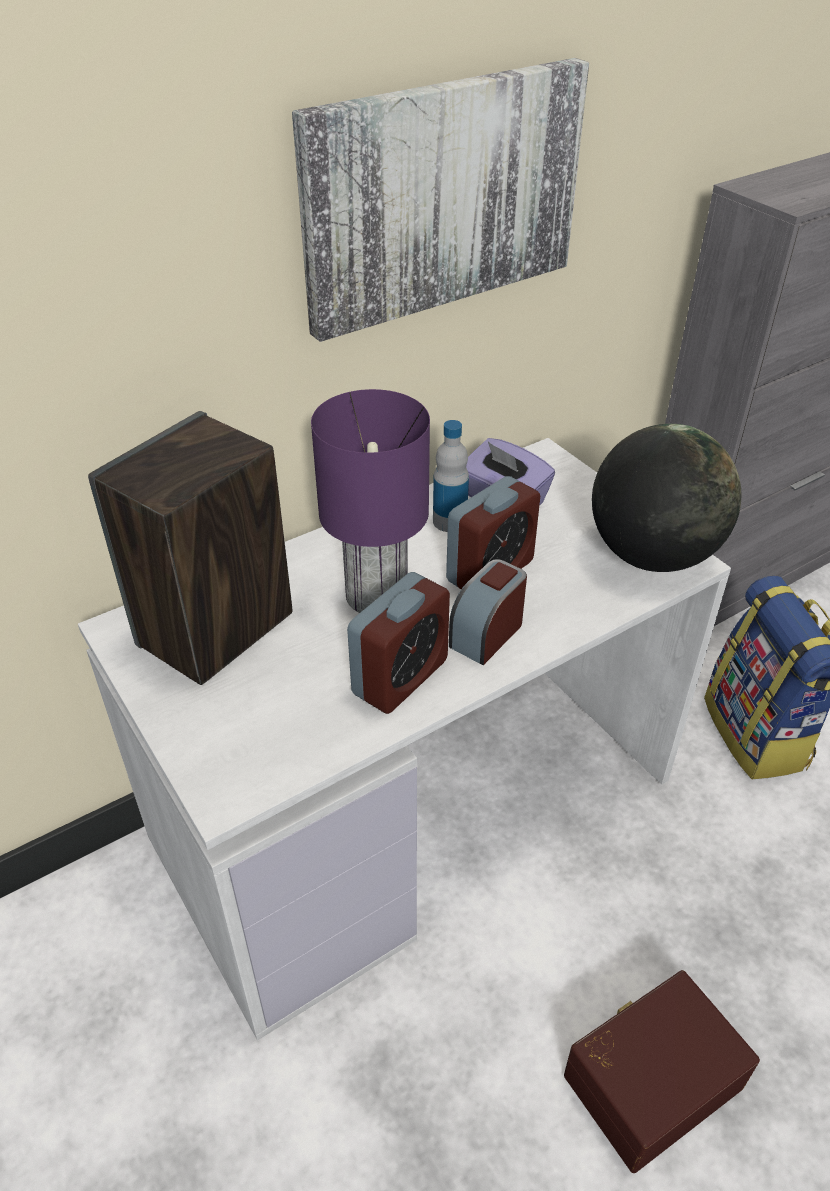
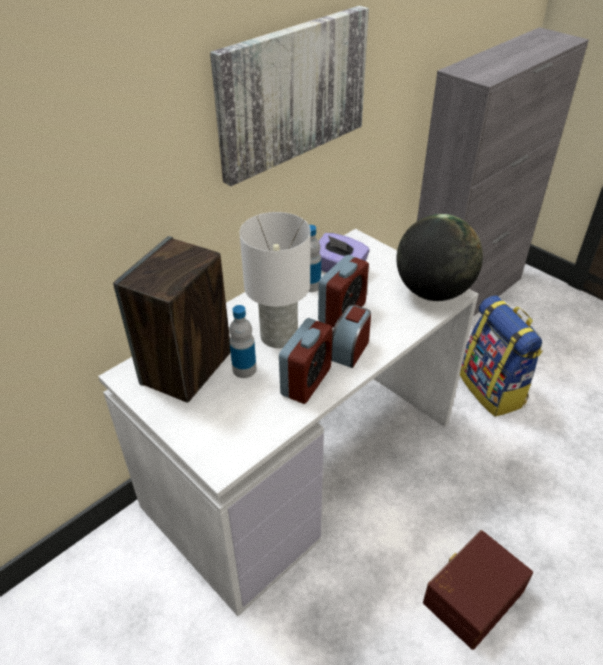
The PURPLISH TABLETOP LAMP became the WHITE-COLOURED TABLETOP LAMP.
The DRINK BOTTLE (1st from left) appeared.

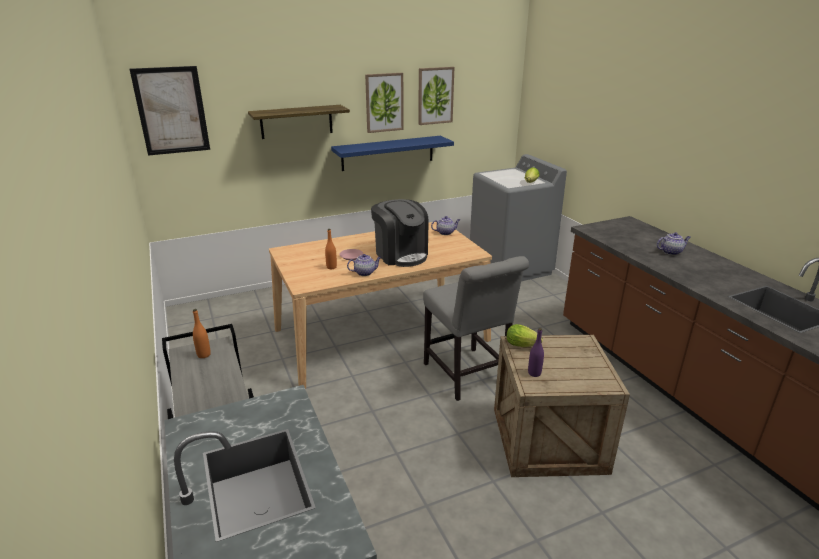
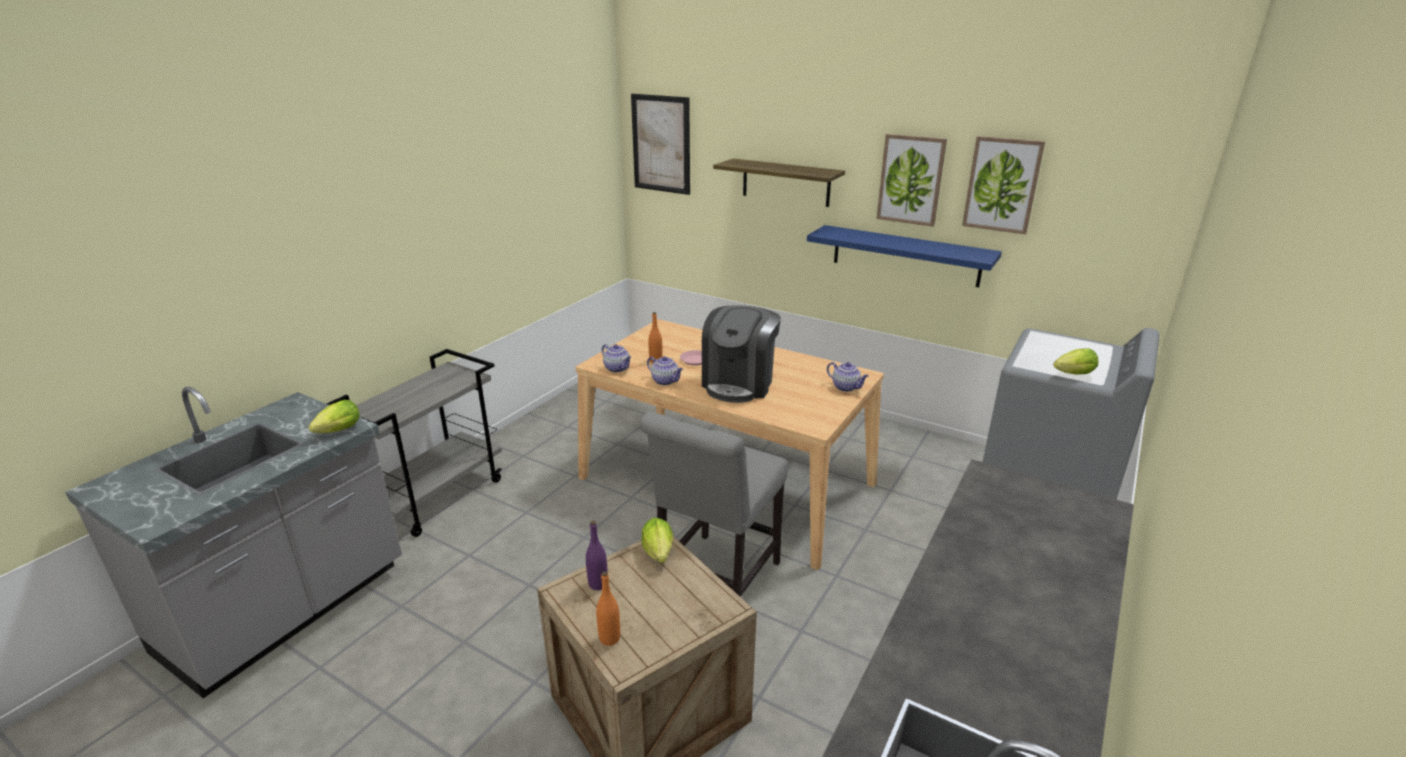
The ORANGE DRINK BOTTLE (1st from left) moved.
The TEAPOT (3rd from left in the first image) moved.
The LETTUCE (1st from left) appeared.

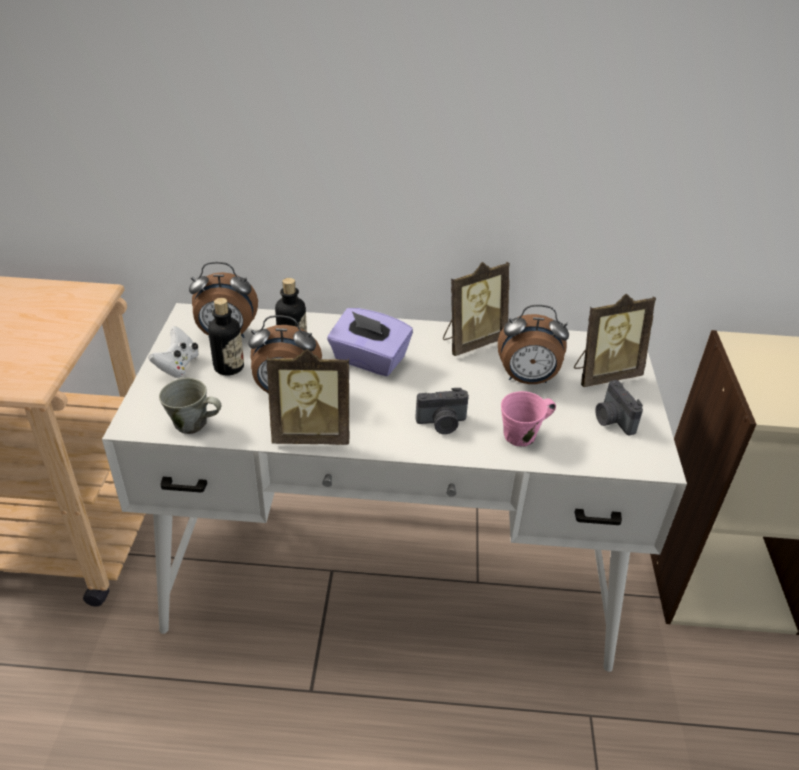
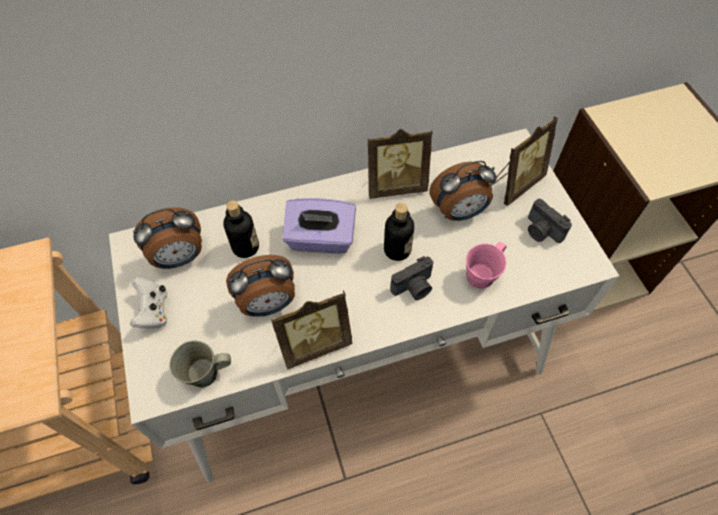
The DRINK BOTTLE (1st from left in the first image) moved.
The PHOTO FRAME (2nd from left) turned 45 degrees clockwise.

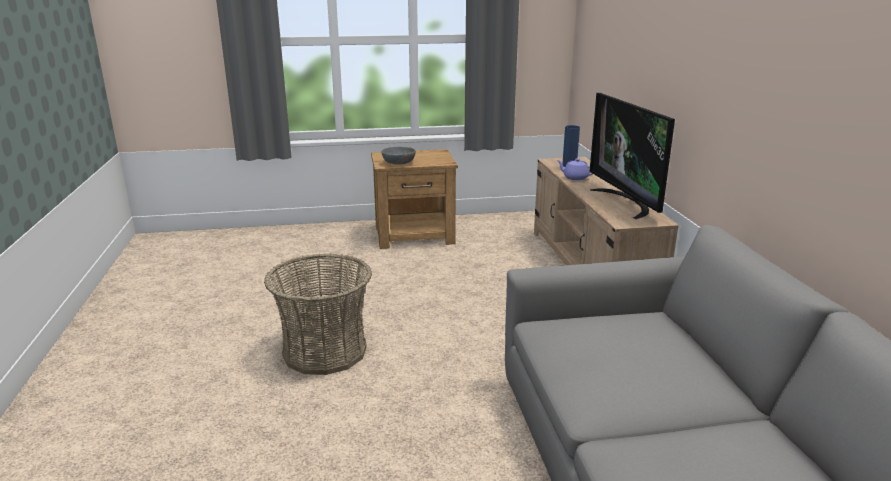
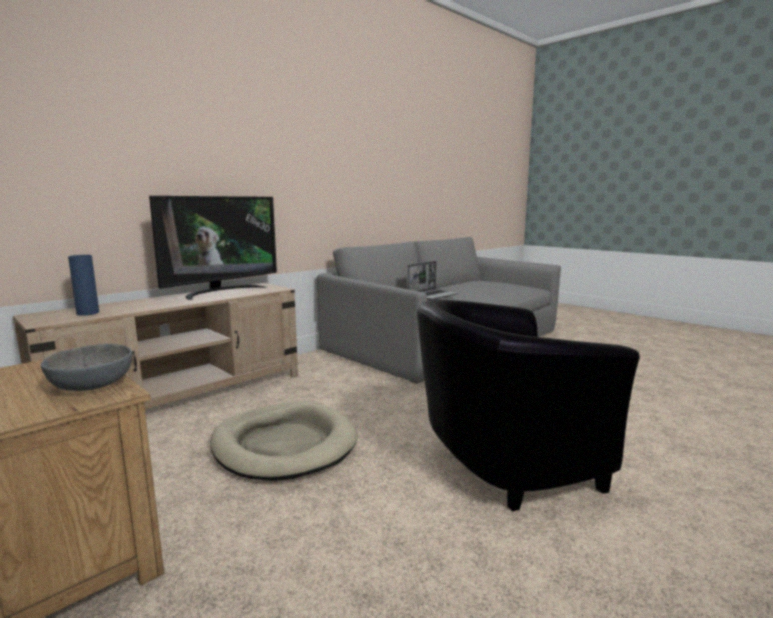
The BASKET was replaced by the BLACK ARMCHAIR.
The PURPLISH TEAPOT disappeared.
The BEIGE-COLOURED DOG CUSHION appeared.
The PORTABLE COMPUTER appeared.

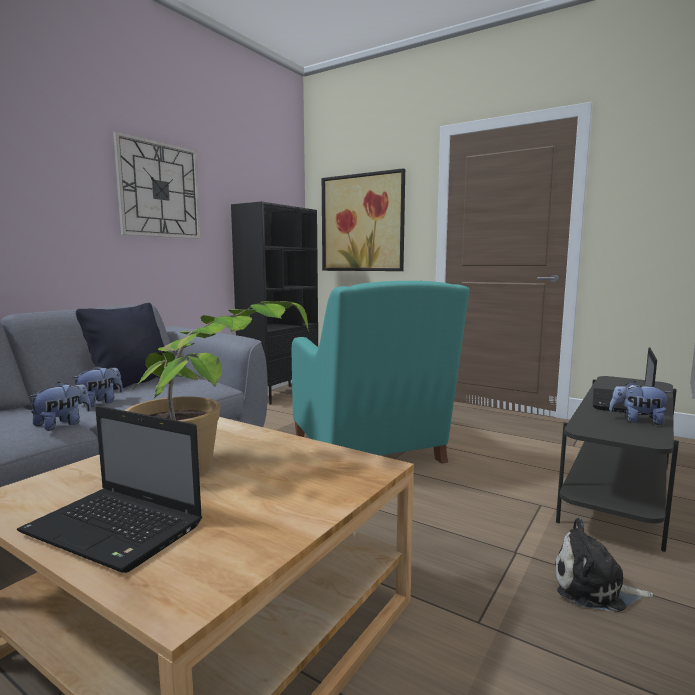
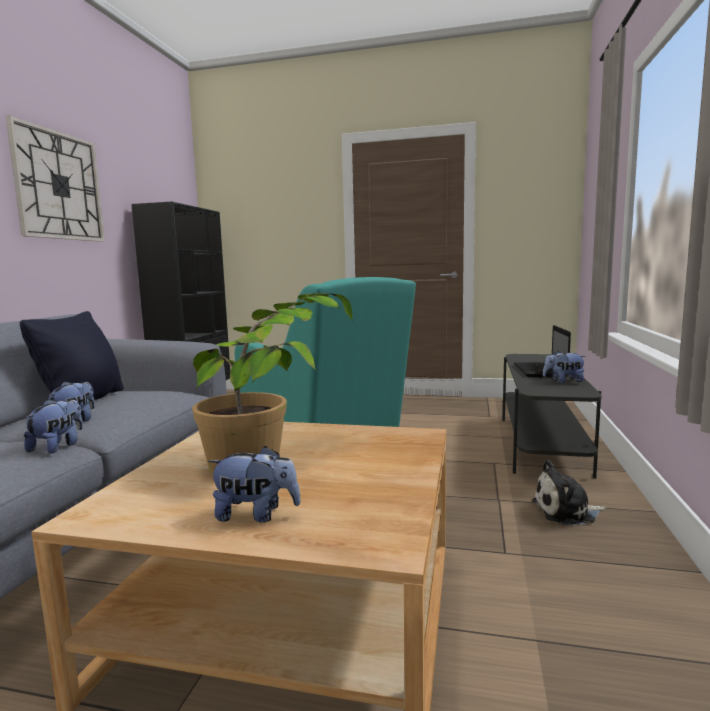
The PORTABLE COMPUTER (1st from left) was replaced by the CUDDLY TOY (3rd from left).
The WALL PICTURE disappeared.

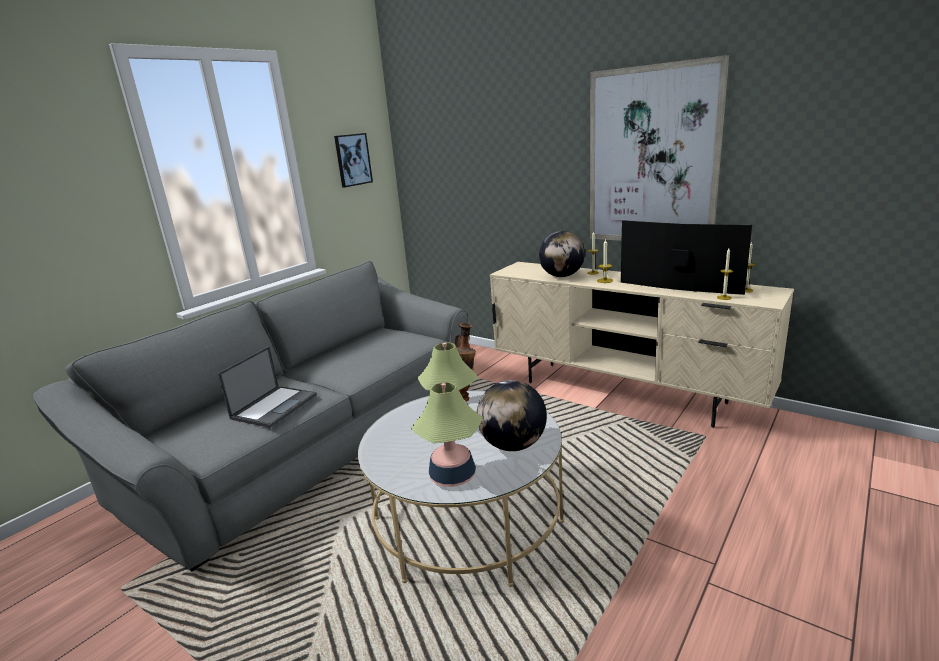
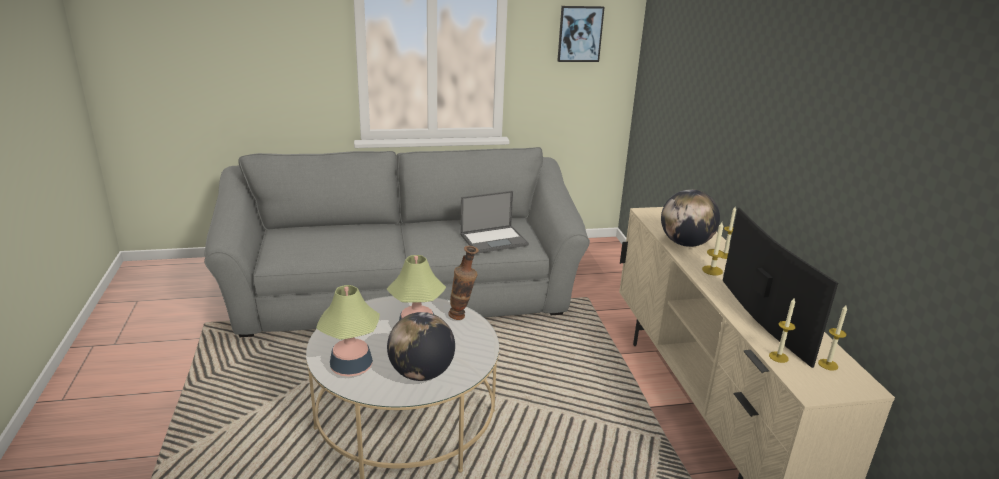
The PORTABLE COMPUTER moved.
The WALL PICTURE (2nd from left) disappeared.

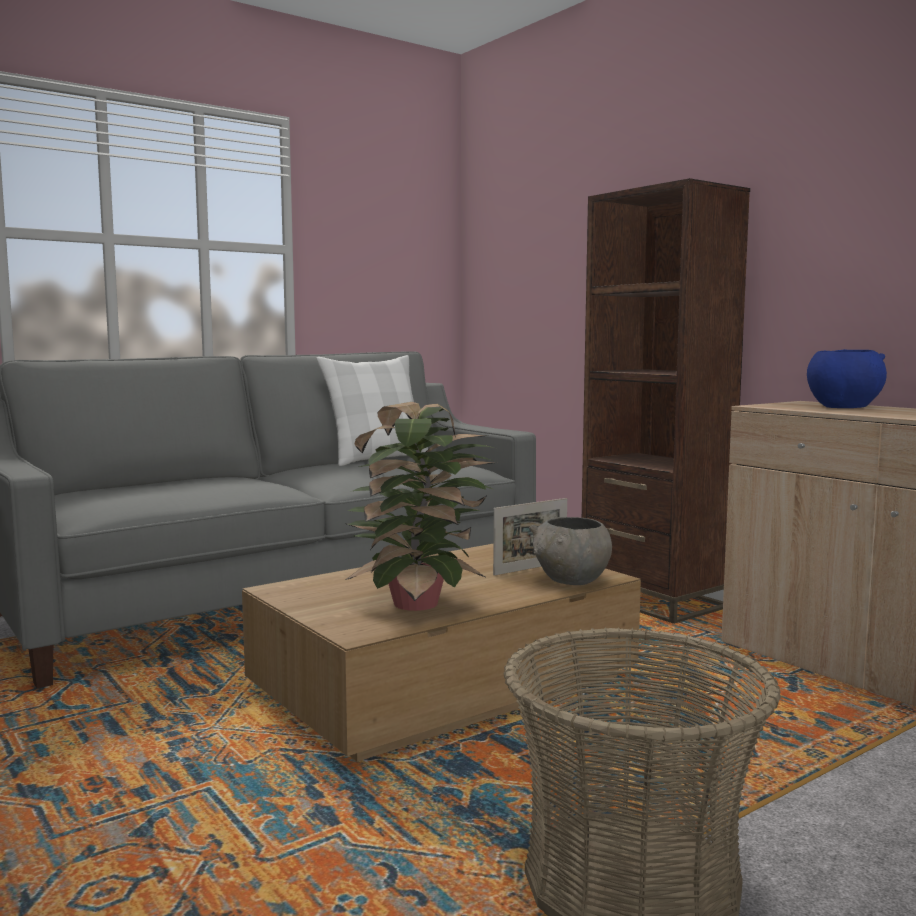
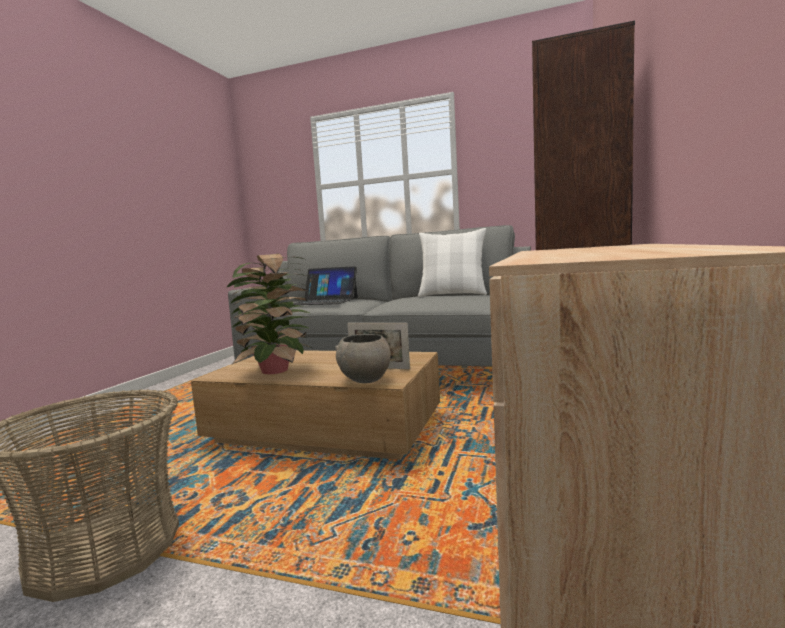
The BLUE-COLOURED SERVING BOWL disappeared.
The PORTABLE COMPUTER appeared.

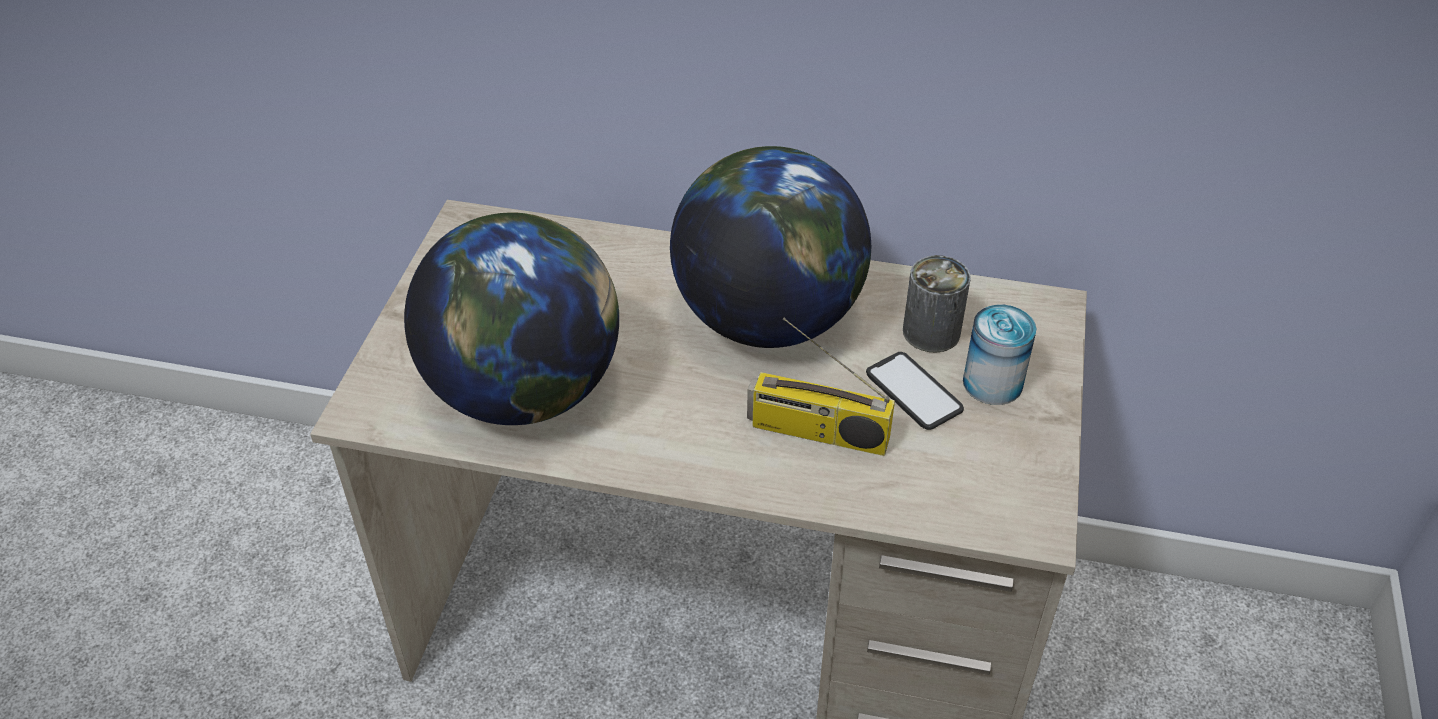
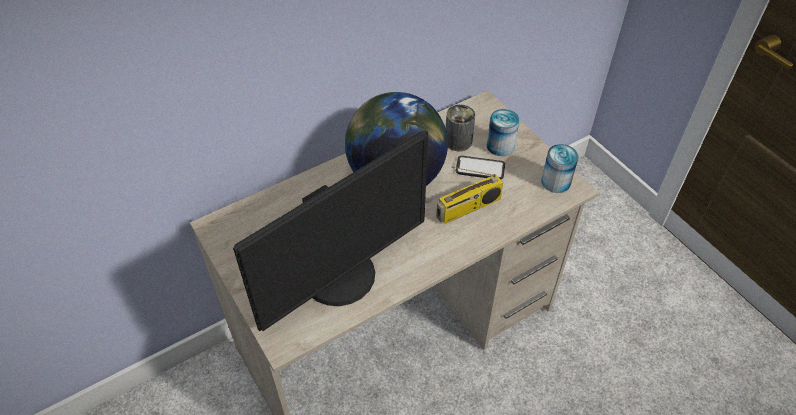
The WORLD GLOBE (1st from left) was replaced by the COMPUTER DISPLAY.
The CAN (3rd from left) appeared.

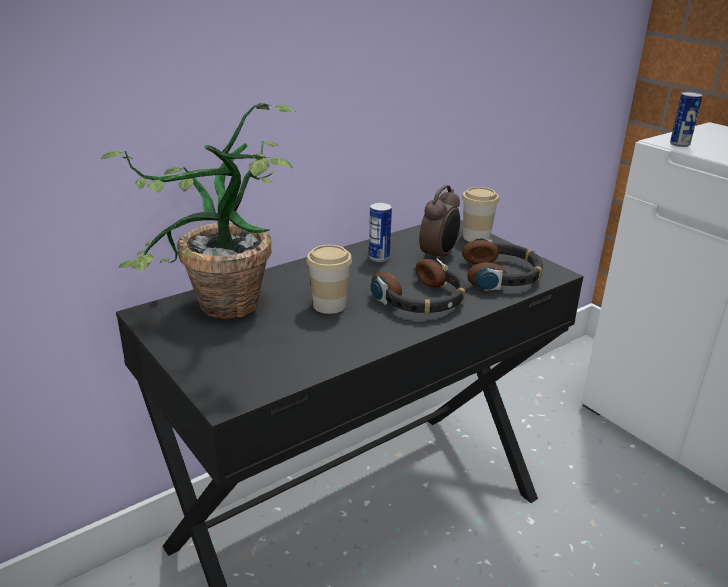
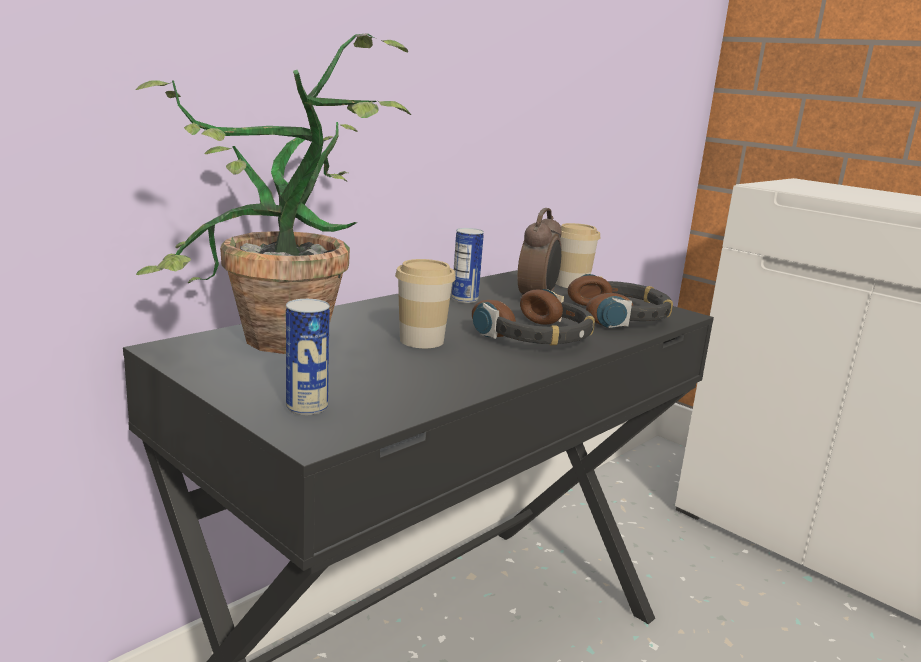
The CAN (2nd from left in the first image) moved.

